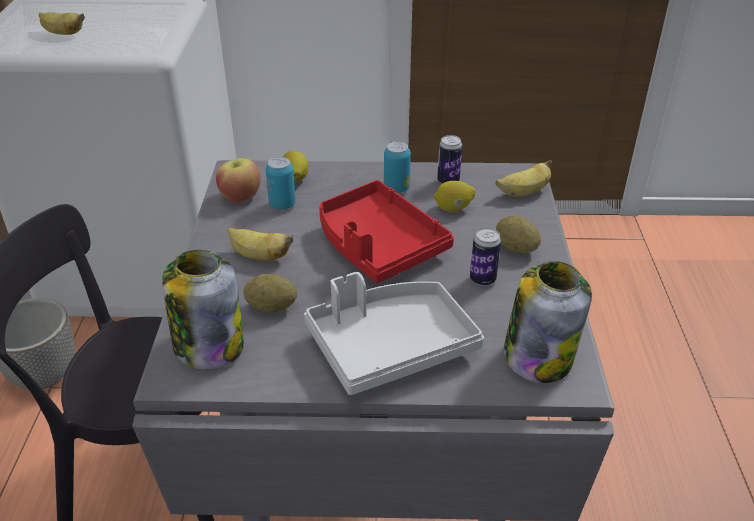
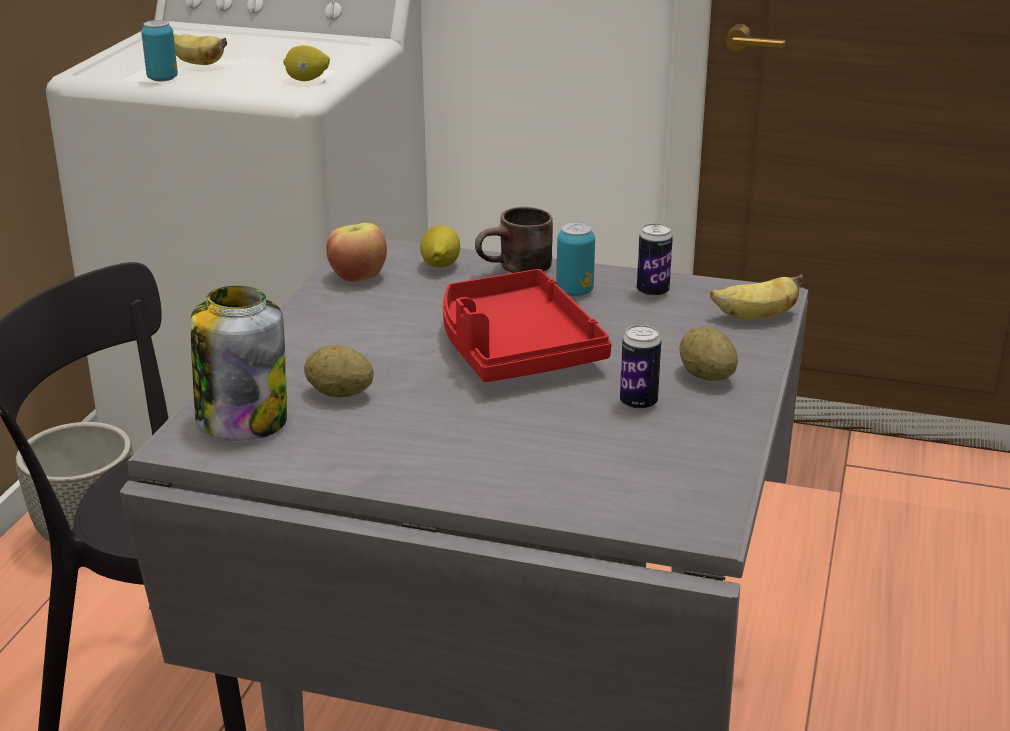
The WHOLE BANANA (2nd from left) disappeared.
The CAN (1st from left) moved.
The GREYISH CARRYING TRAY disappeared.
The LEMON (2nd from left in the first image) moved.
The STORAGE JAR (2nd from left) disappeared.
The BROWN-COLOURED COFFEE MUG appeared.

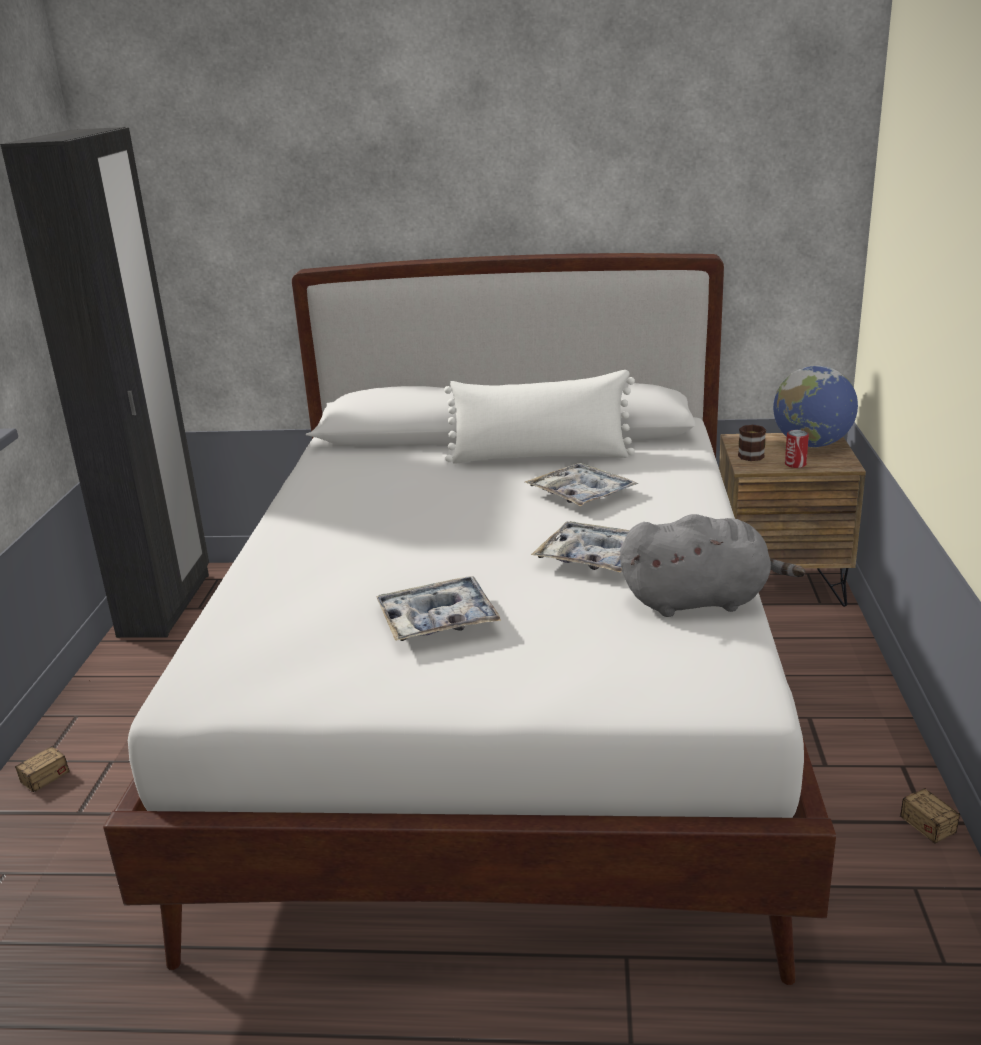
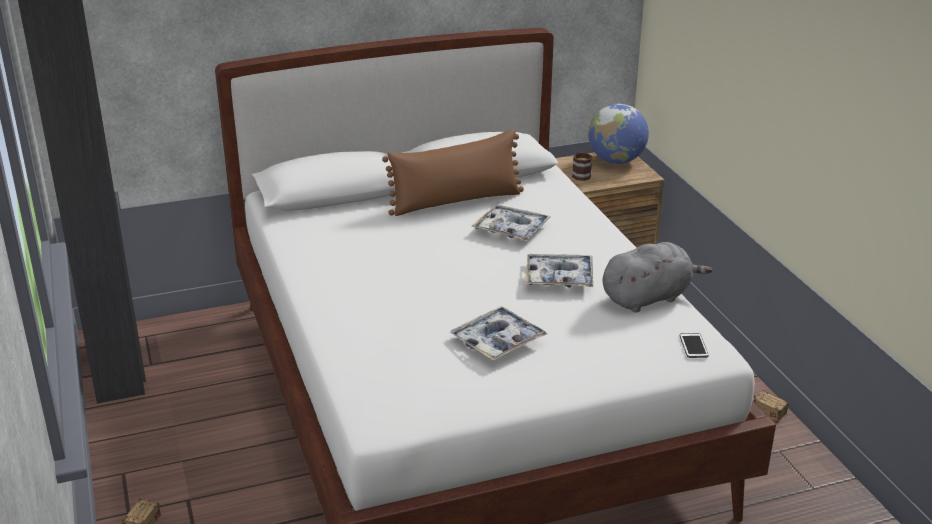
The WHITE-COLOURED PILLOW became the BROWN-COLOURED PILLOW.
The CAN disappeared.
The TELEPHONE appeared.

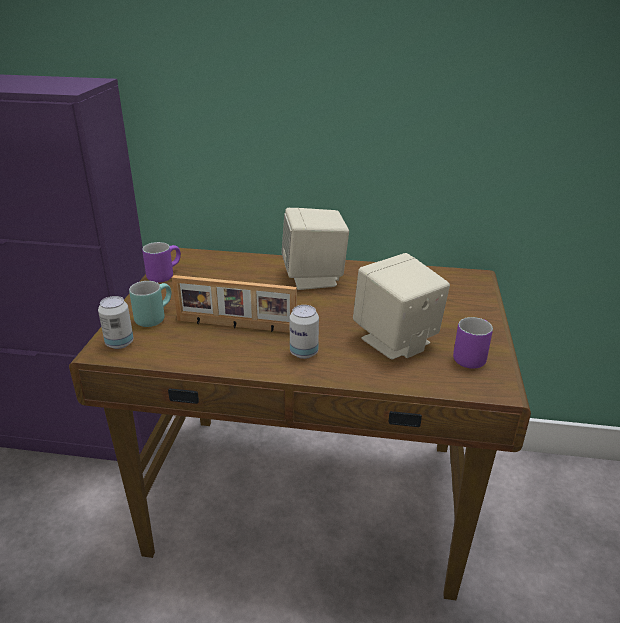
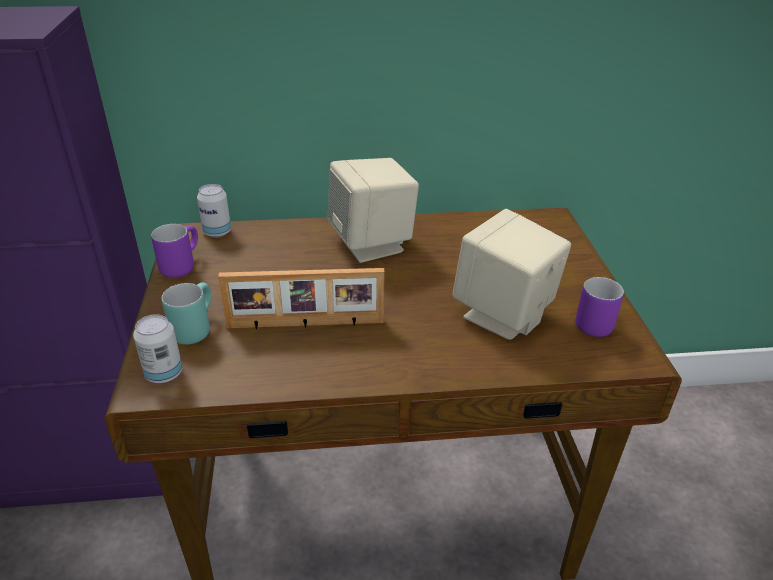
The CAN (2nd from left) moved.

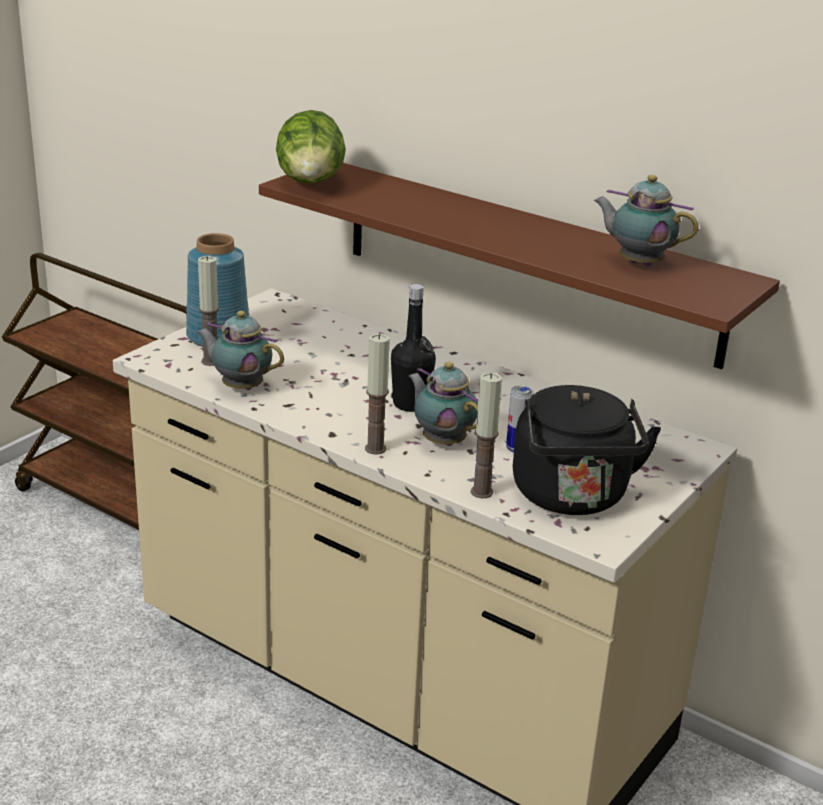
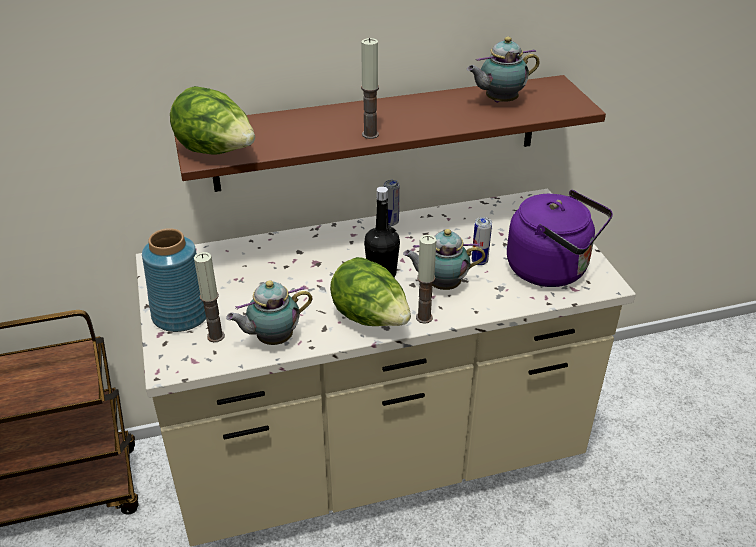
The CANDLE (3rd from left in the first image) moved.
The BLACK TEA KETTLE became the PURPLISH TEA KETTLE.
The LETTUCE (2nd from left) appeared.
The CAN (1st from left) appeared.

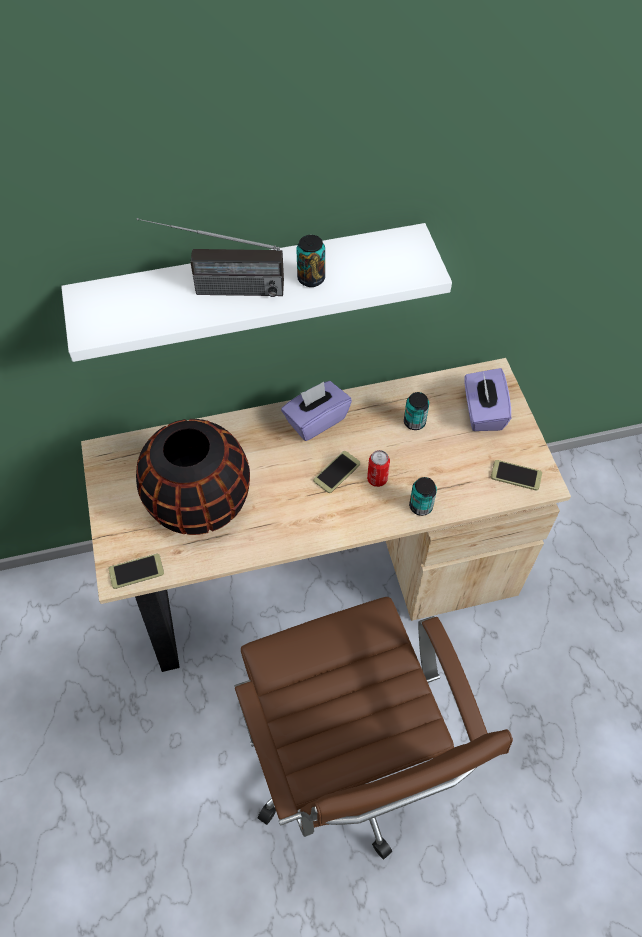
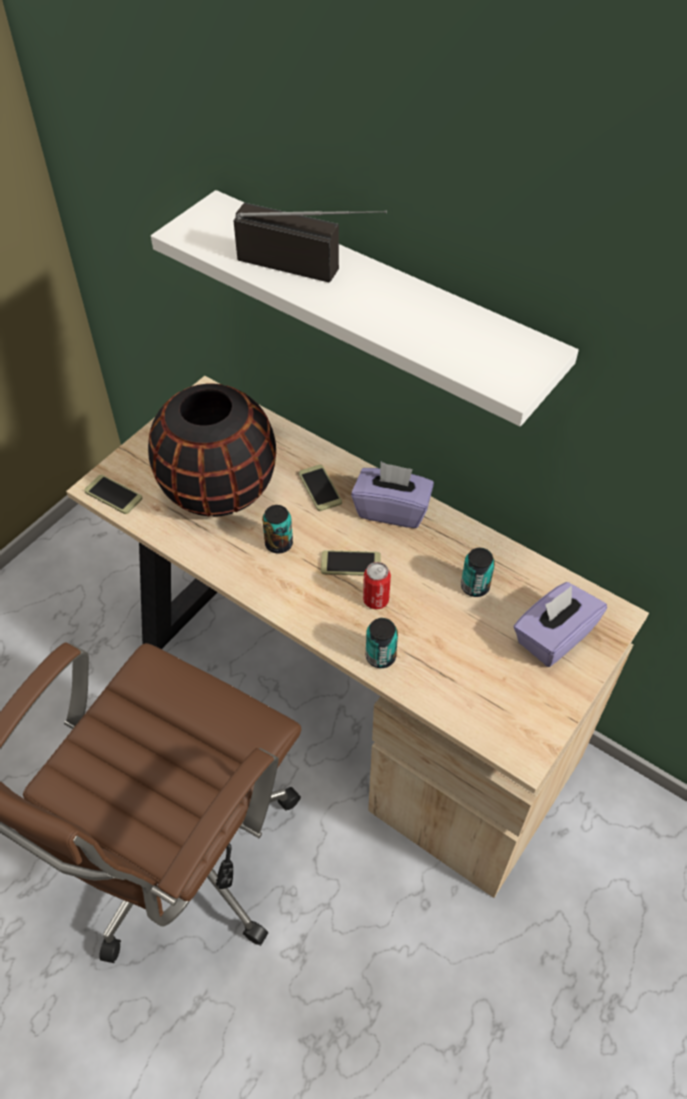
The RADIO SET turned 150 degrees clockwise.
The CAN (1st from left) moved.
The TELEPHONE (3rd from left in the first image) moved.

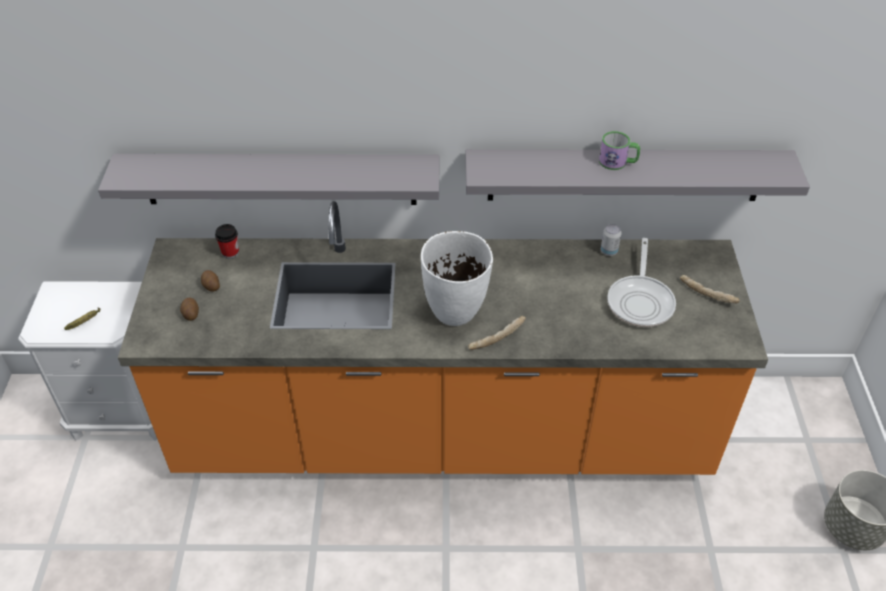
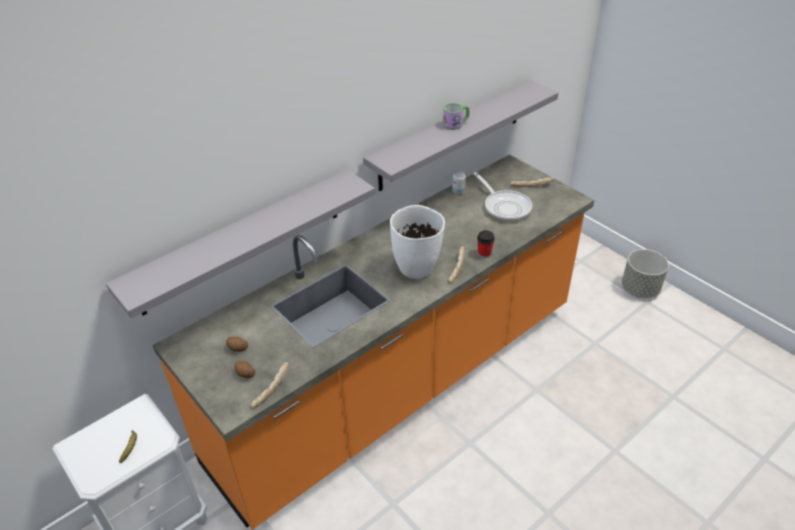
The CUP moved.
The BREAD (1st from left) appeared.

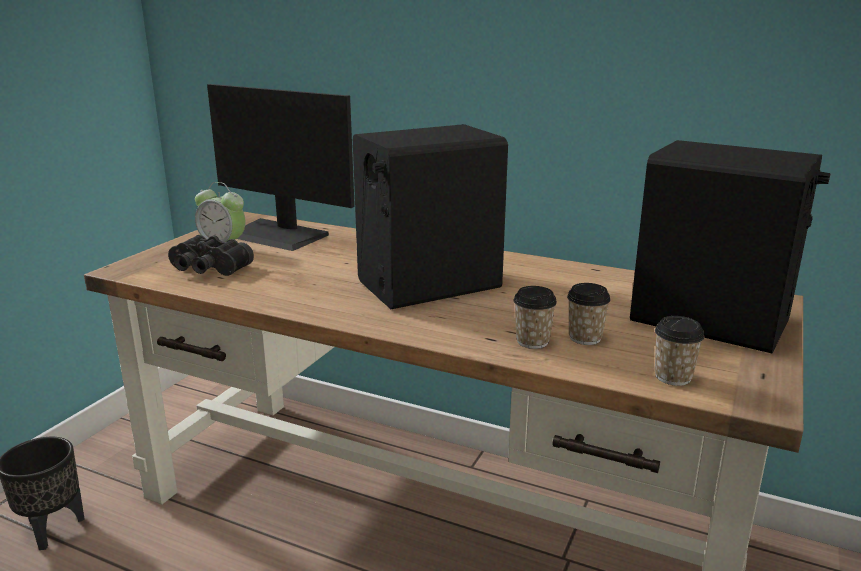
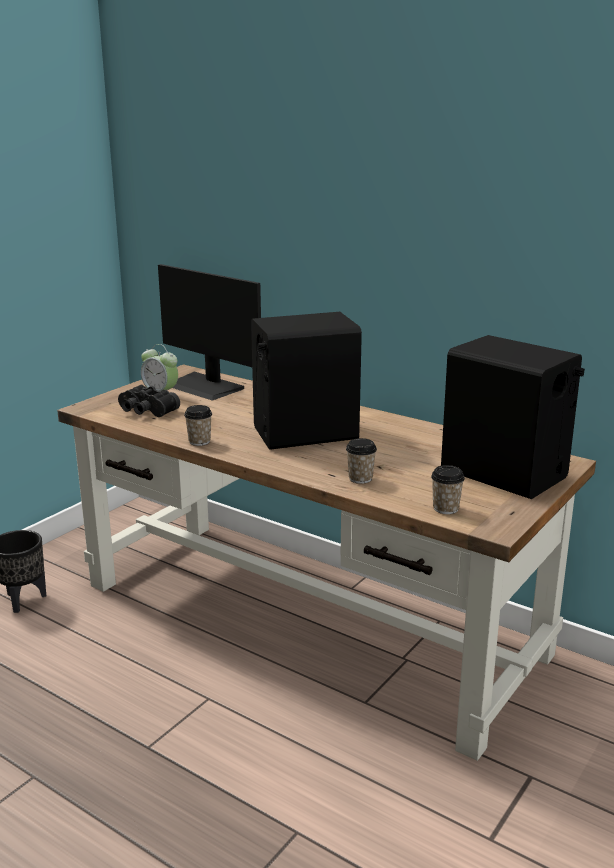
The CUP (2nd from left in the first image) moved.

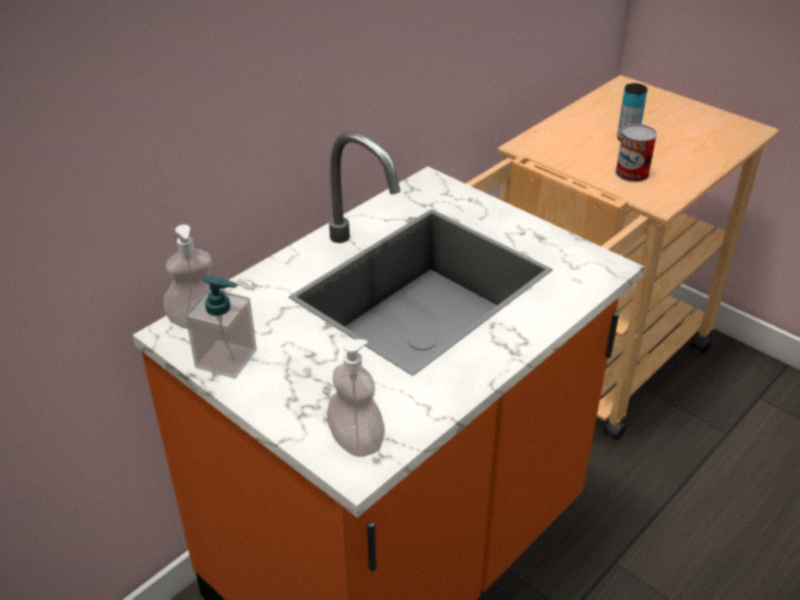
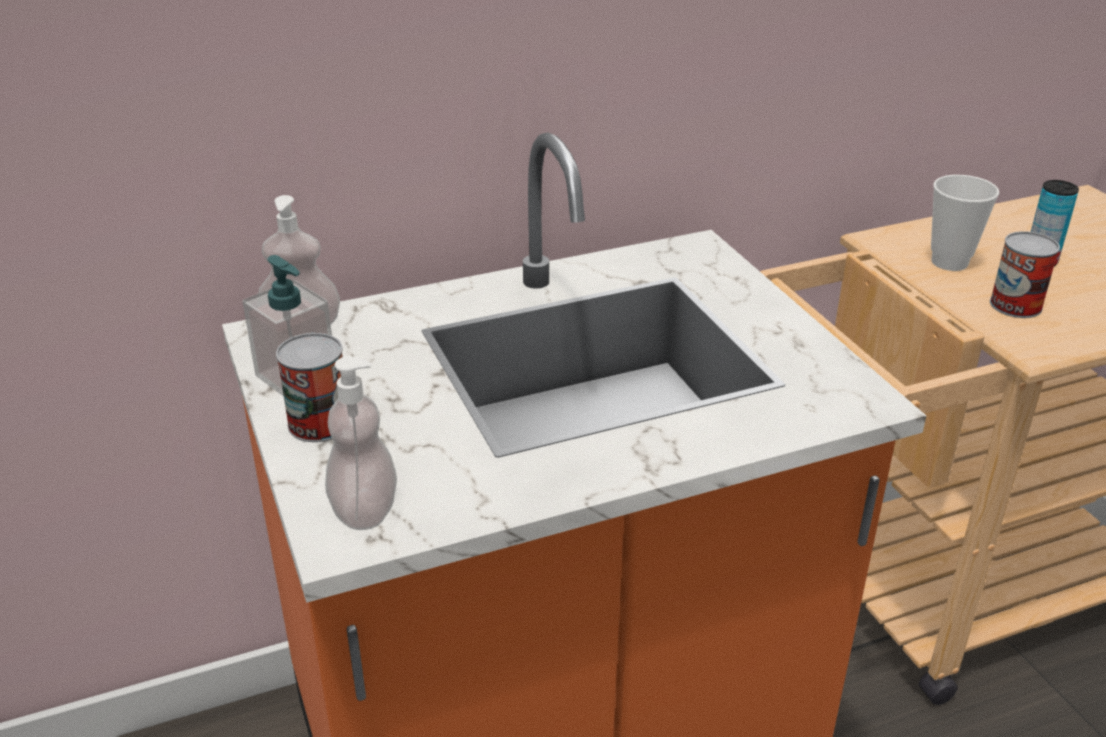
The CAN (1st from left) appeared.
The CUP appeared.

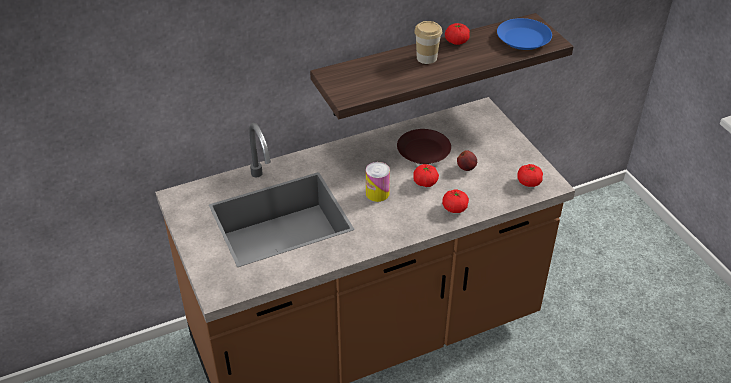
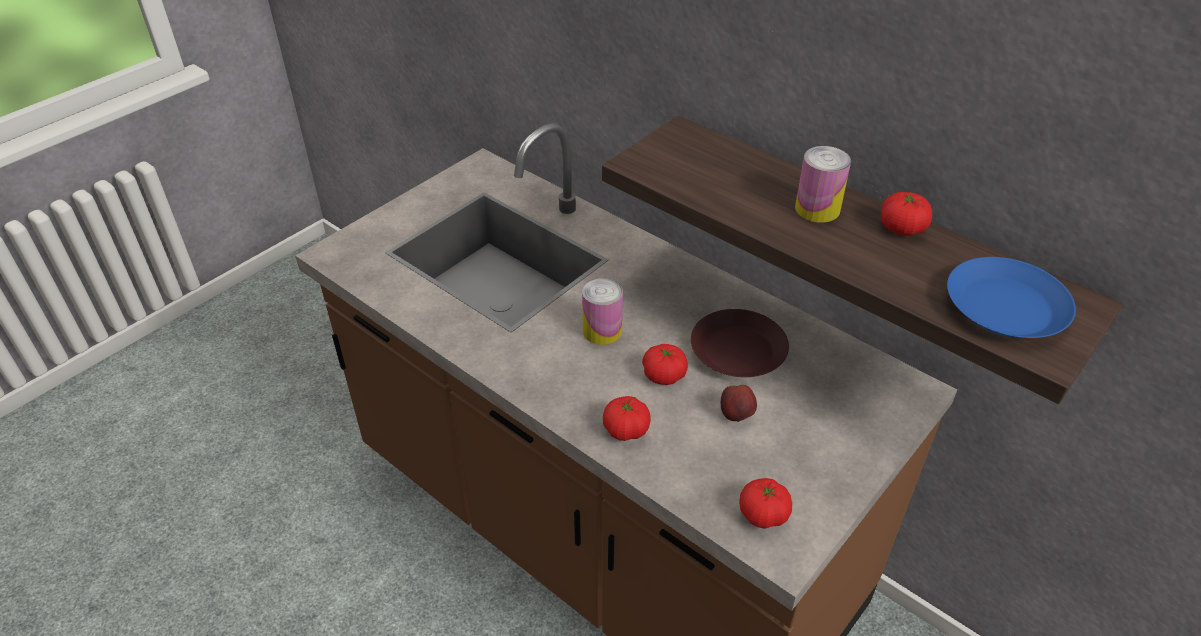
The CUP was replaced by the CAN (2nd from left).

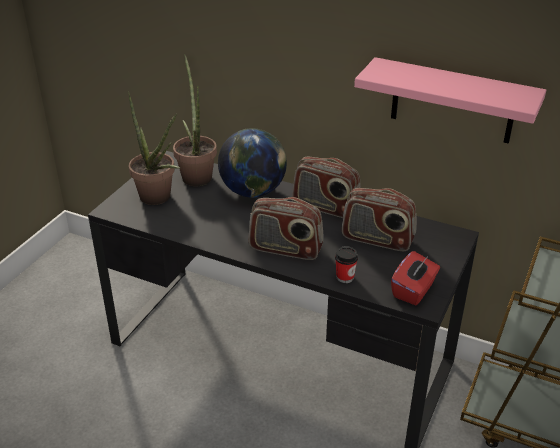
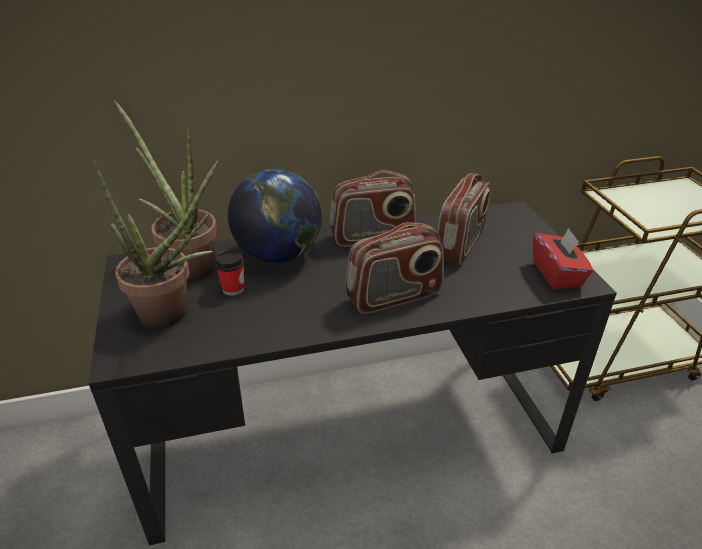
The CUP moved.
The RADIO SET (3rd from left) turned 45 degrees counterclockwise.
The PINK BRACKET SHELF disappeared.

